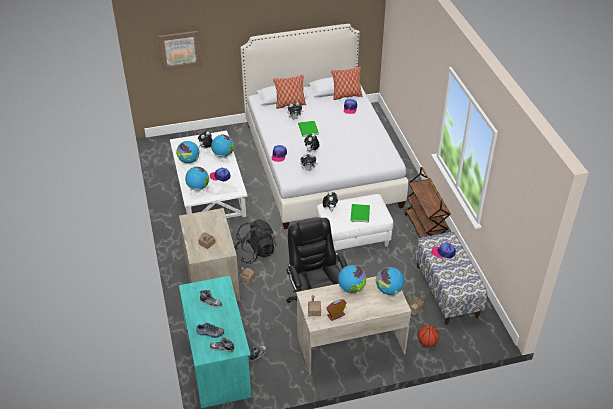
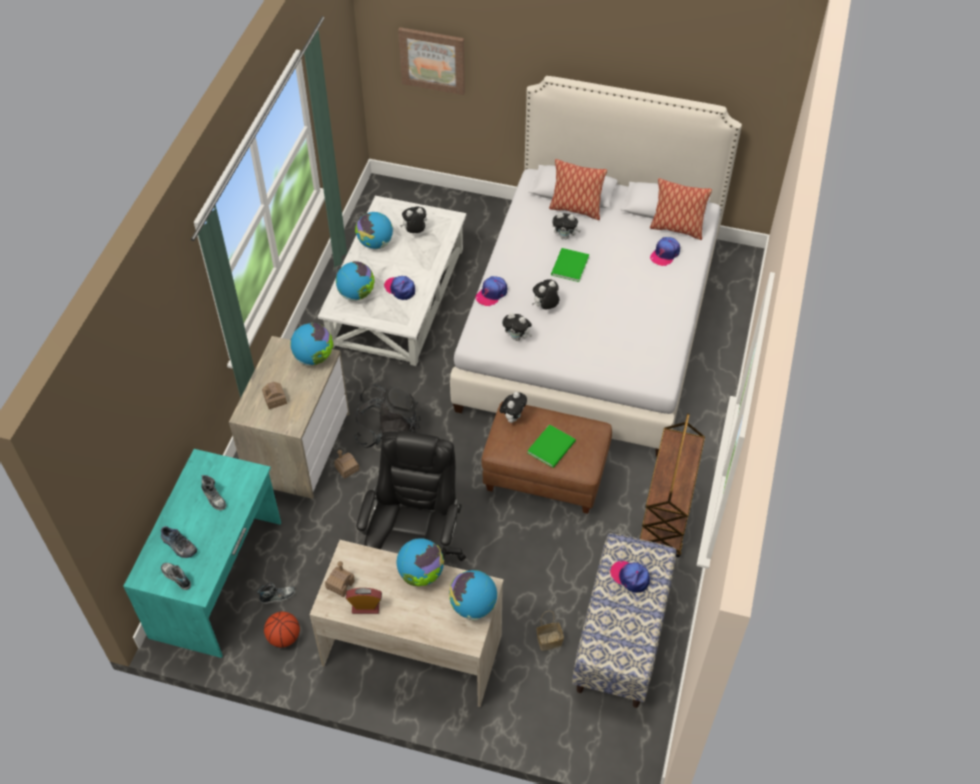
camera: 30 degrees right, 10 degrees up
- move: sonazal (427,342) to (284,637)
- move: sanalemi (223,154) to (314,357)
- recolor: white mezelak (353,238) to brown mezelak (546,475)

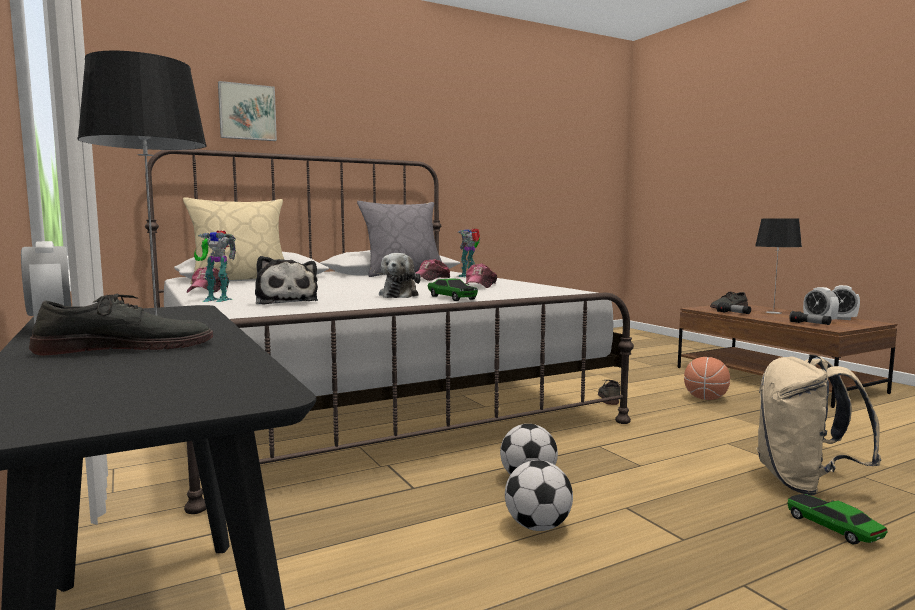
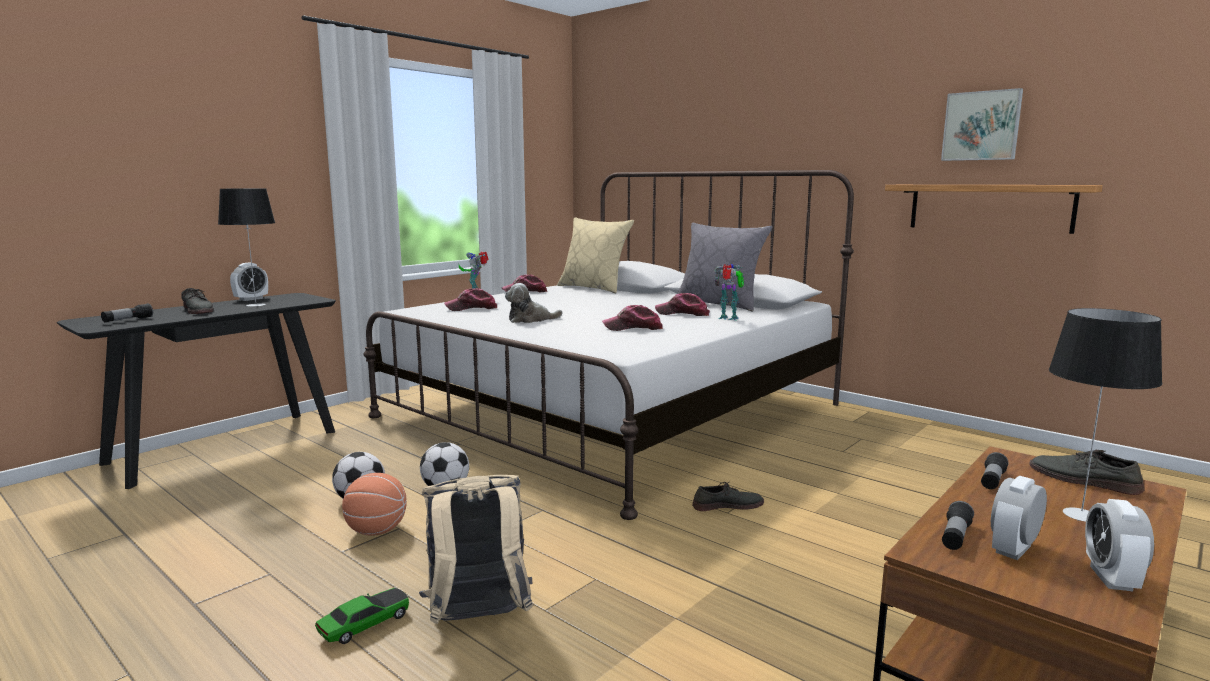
camera: 70 degrees right, 5 degrees up
- insert: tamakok (128,320)
- move: sonazal (705,398) to (377,531)
- replace: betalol (286,301) to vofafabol (471,308)
- insert: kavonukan (989,207)
- move: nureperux (247,112) to (981,126)
- delete: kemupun (451,298)

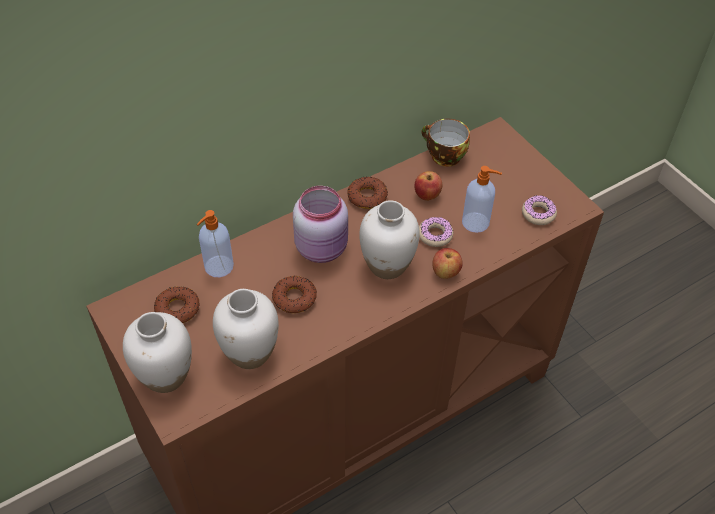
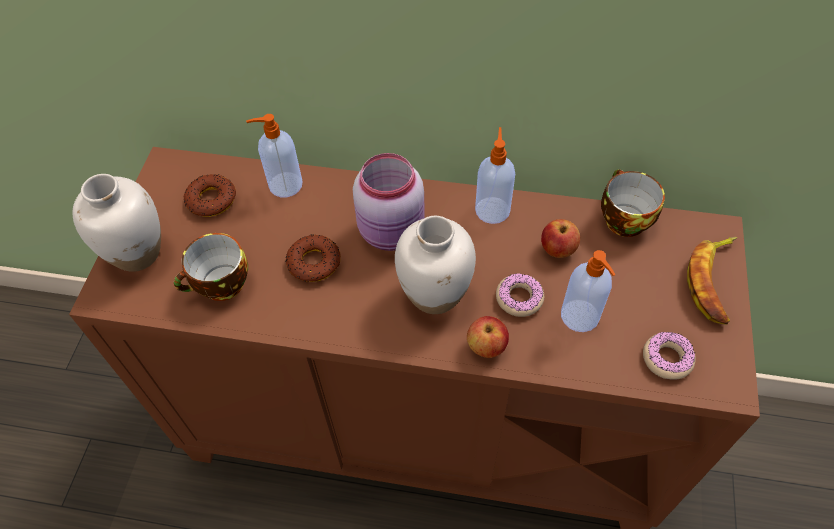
camera: 45 degrees right, 5 degrees up
- replace: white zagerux (250,353) to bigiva (221,286)
- replace: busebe (367,196) to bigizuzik (492,209)
- insert: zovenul (713,282)

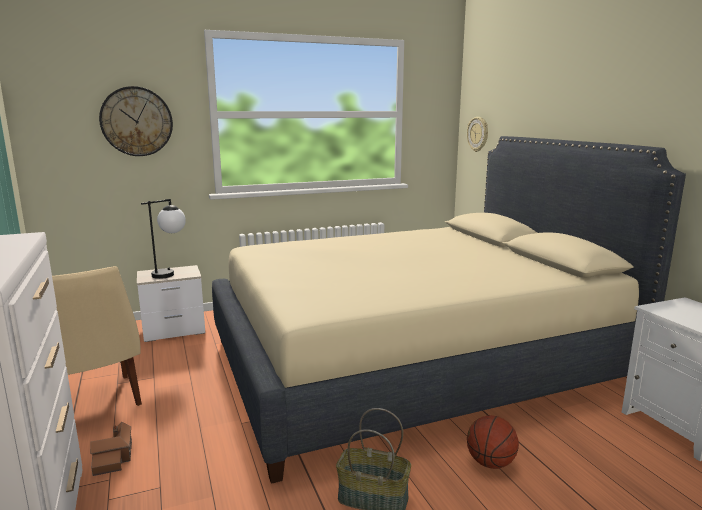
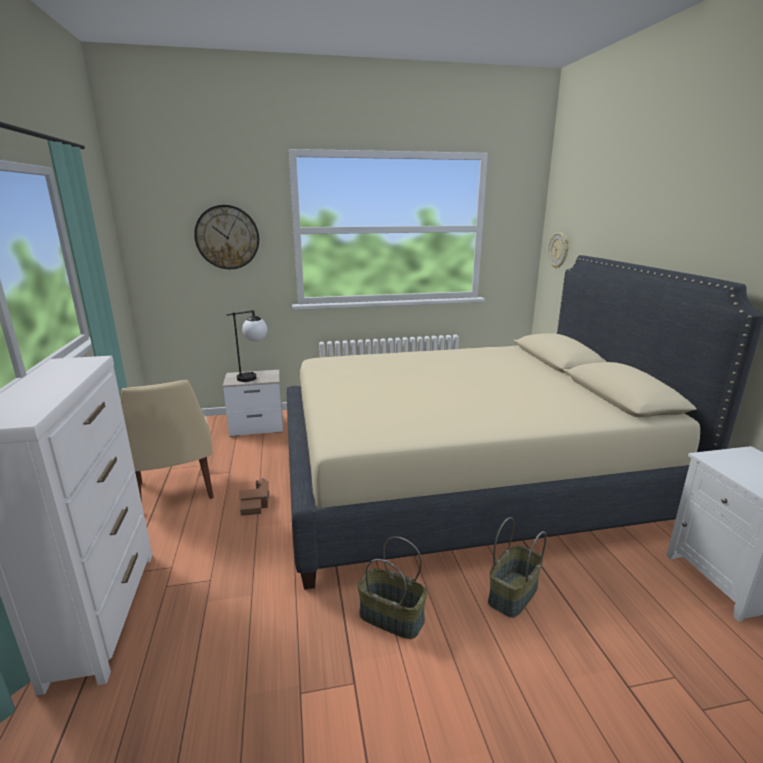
camera: 10 degrees right, 5 degrees up
- move: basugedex (114,458) to (256,504)
- replace: sonazal (490,463) to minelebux (513,595)

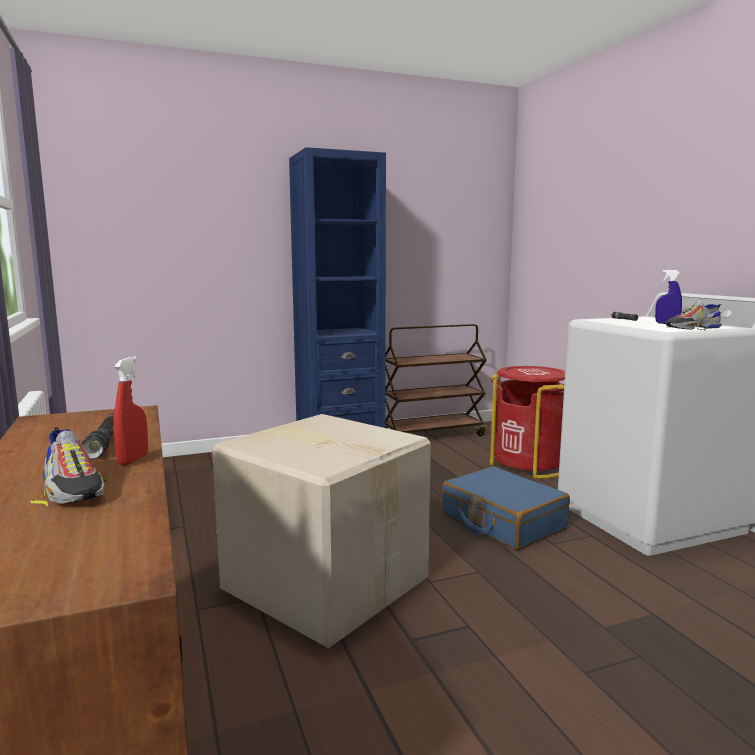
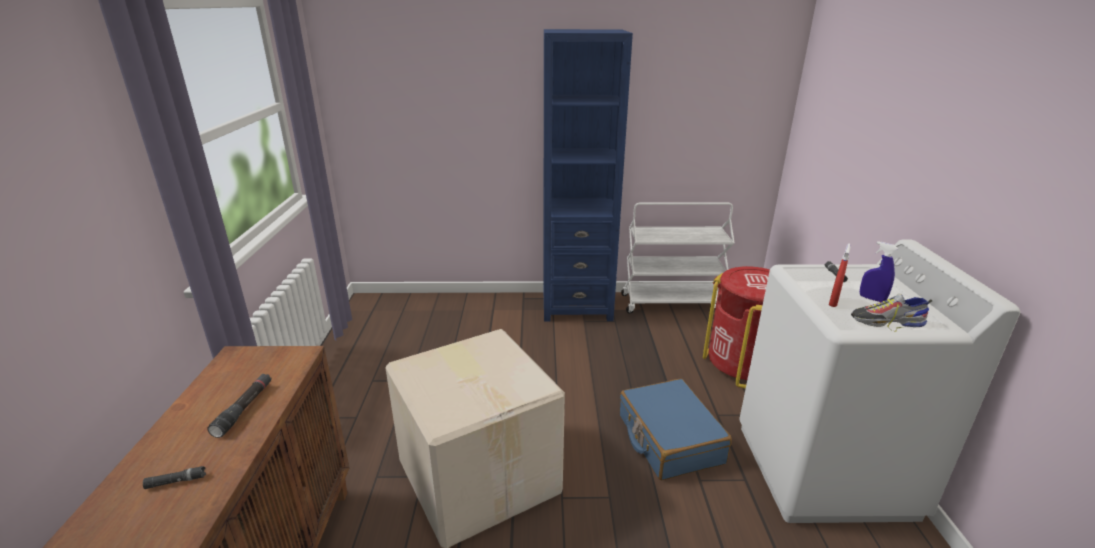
camera: 20 degrees right, 15 degrees up
- replace: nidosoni (72,487) to black tamakok (176,481)
- recolor: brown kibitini (432,435) to white kibitini (671,303)
- move: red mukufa (133,460) to (833,302)

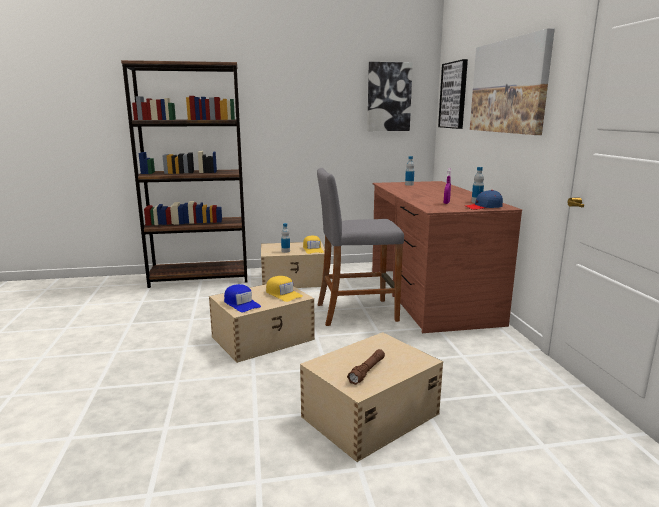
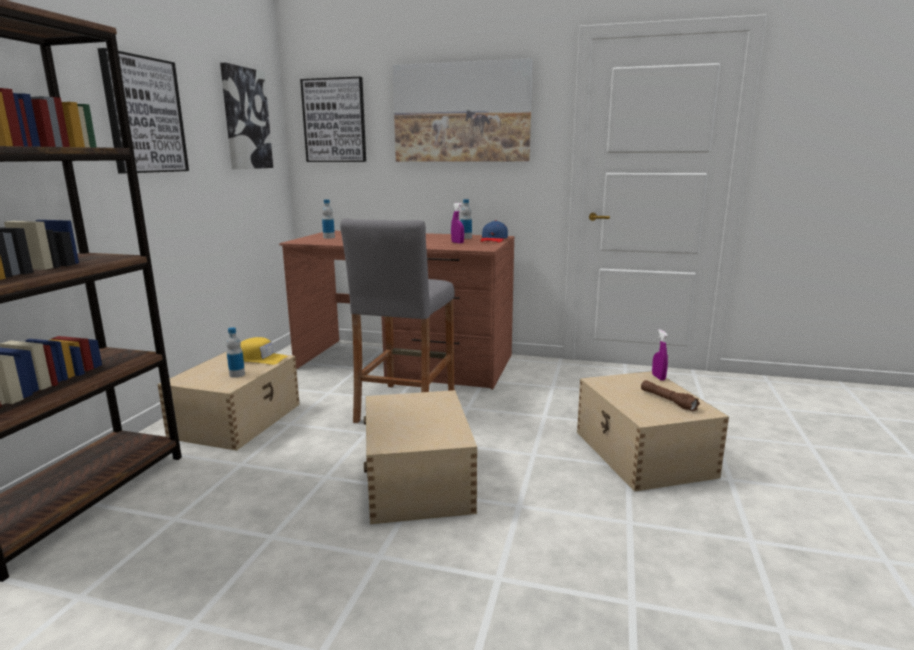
camera: 65 degrees left, 0 degrees up
- insert: nureperux (144,115)
- insert: purple mukufa (658,377)
- delete: blue vofafabol (241,304)
- delete: yellow vofafabol (283,294)

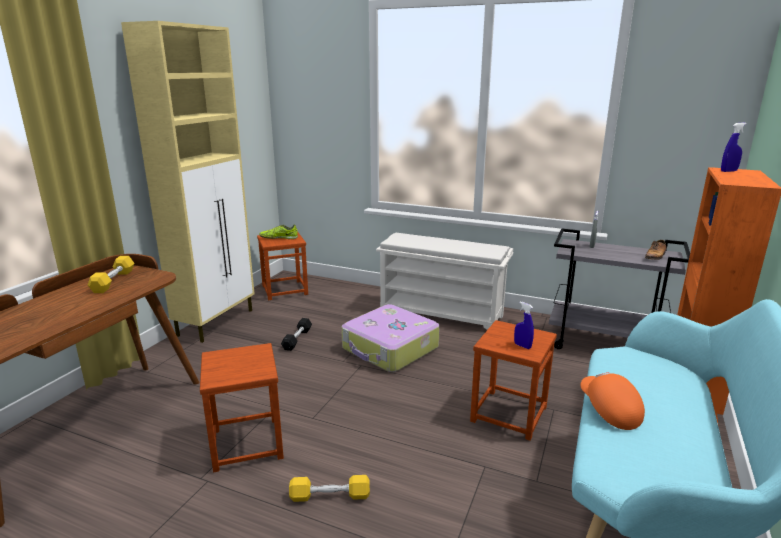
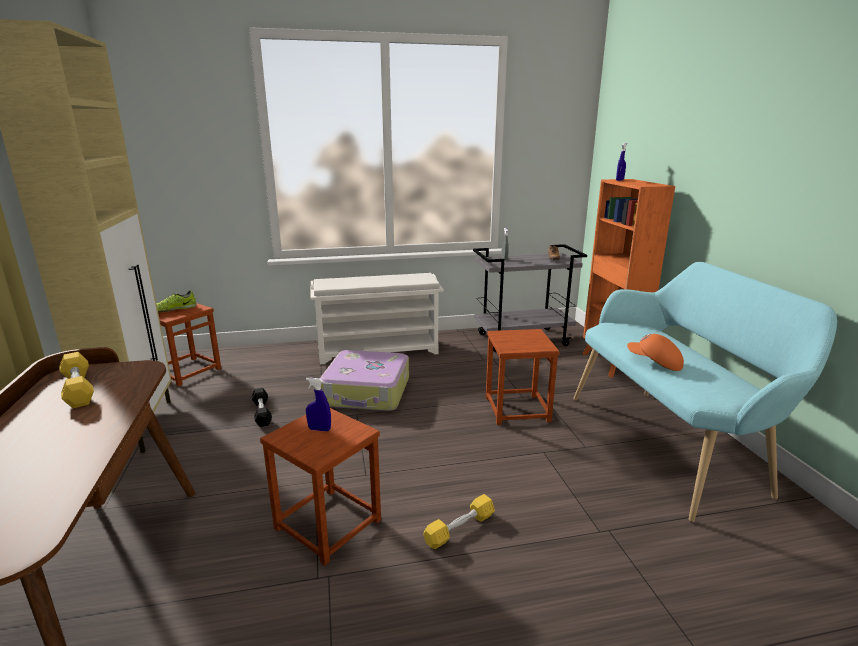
camera: 35 degrees left, 0 degrees up
- move: blue mukufa (522,346) to (319,429)

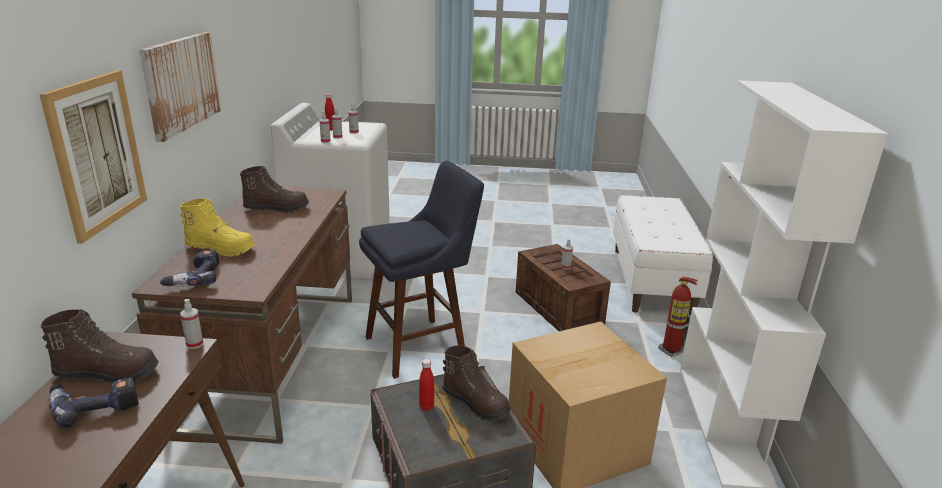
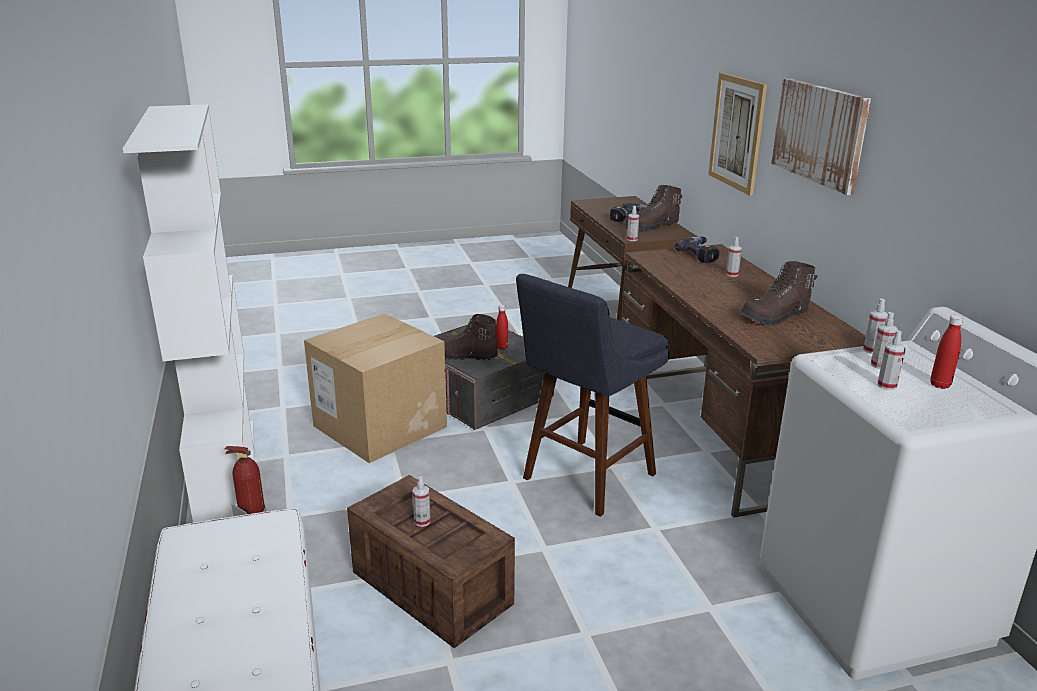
camera: 160 degrees right, 0 degrees up
- replace: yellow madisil (221,248) to mukufa (732,274)

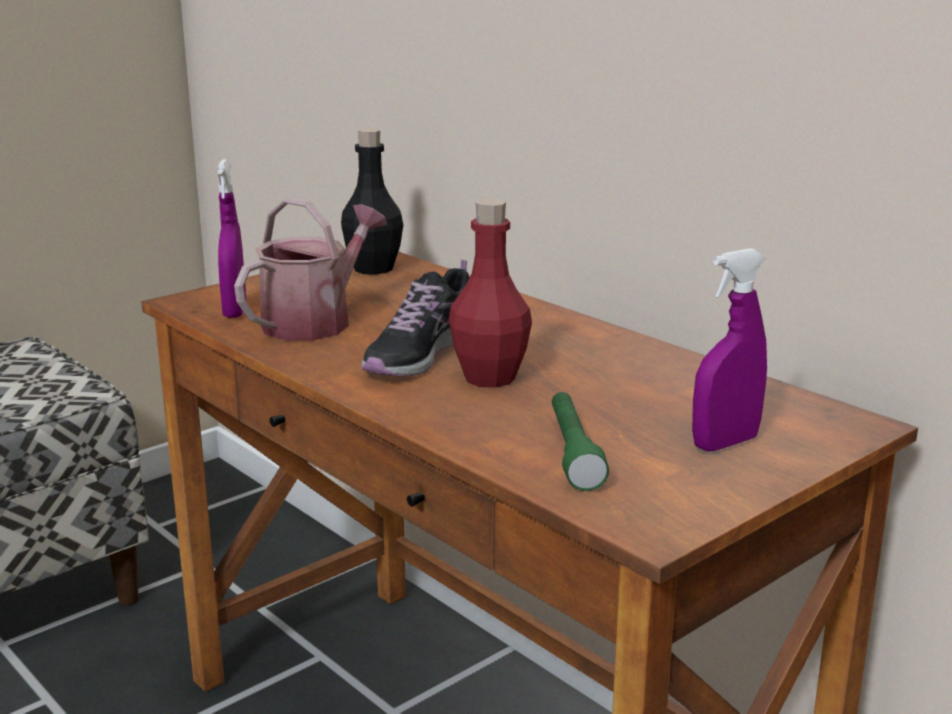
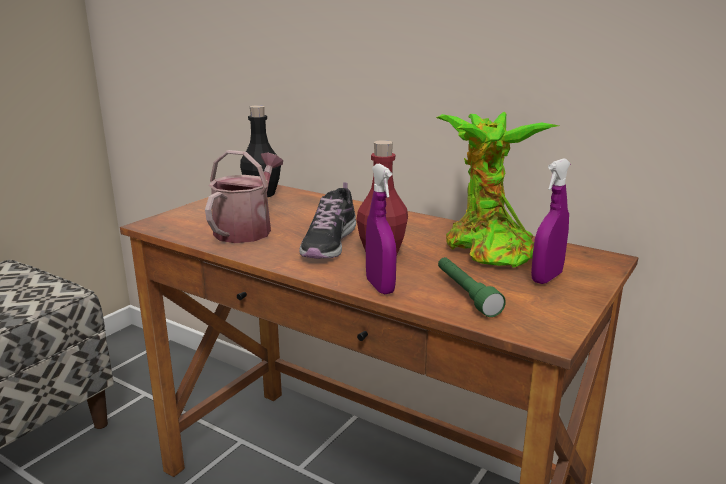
camera: 15 degrees left, 0 degrees up
- move: purple mukufa (235,311) to (380,286)
- insert: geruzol (485,249)

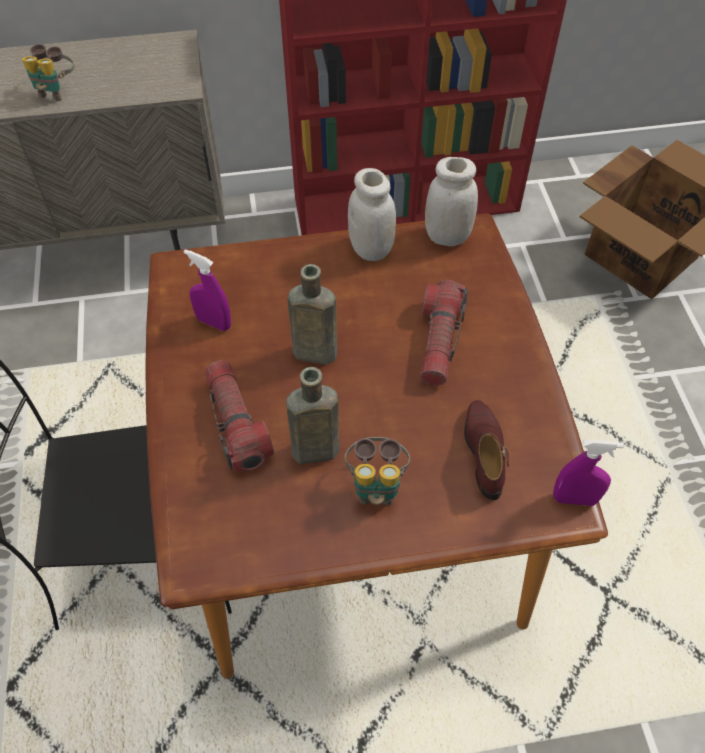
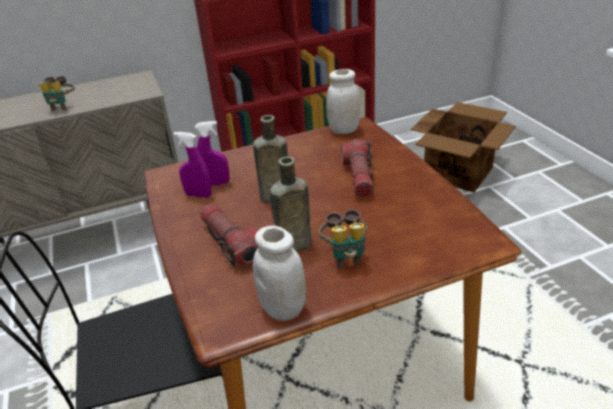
camera: 10 degrees left, 20 degrees down
- move: purple mukufa (574,499) to (216,184)
- move: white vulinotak (371,249) to (283,308)
- delete: brown nidosoni (484,452)

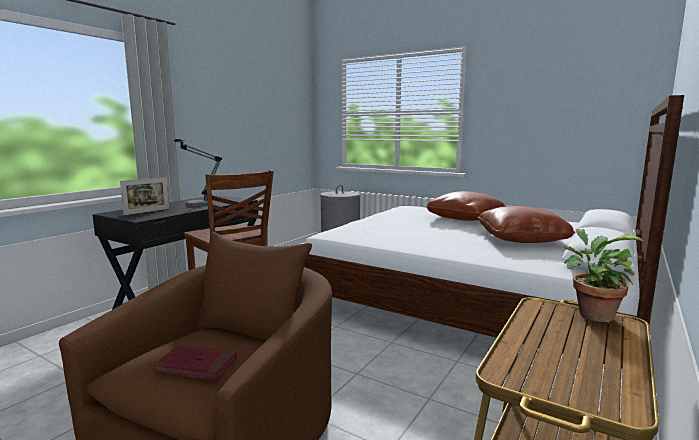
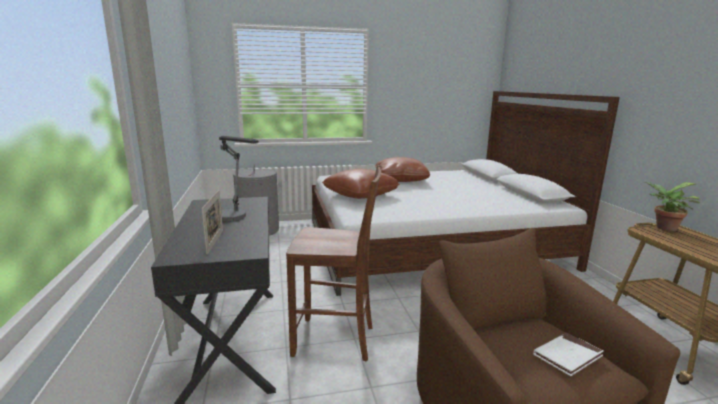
camera: 45 degrees left, 5 degrees up
- move: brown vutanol (521,239) to (360,195)
- recolor: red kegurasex (196,366) to white kegurasex (567,356)

